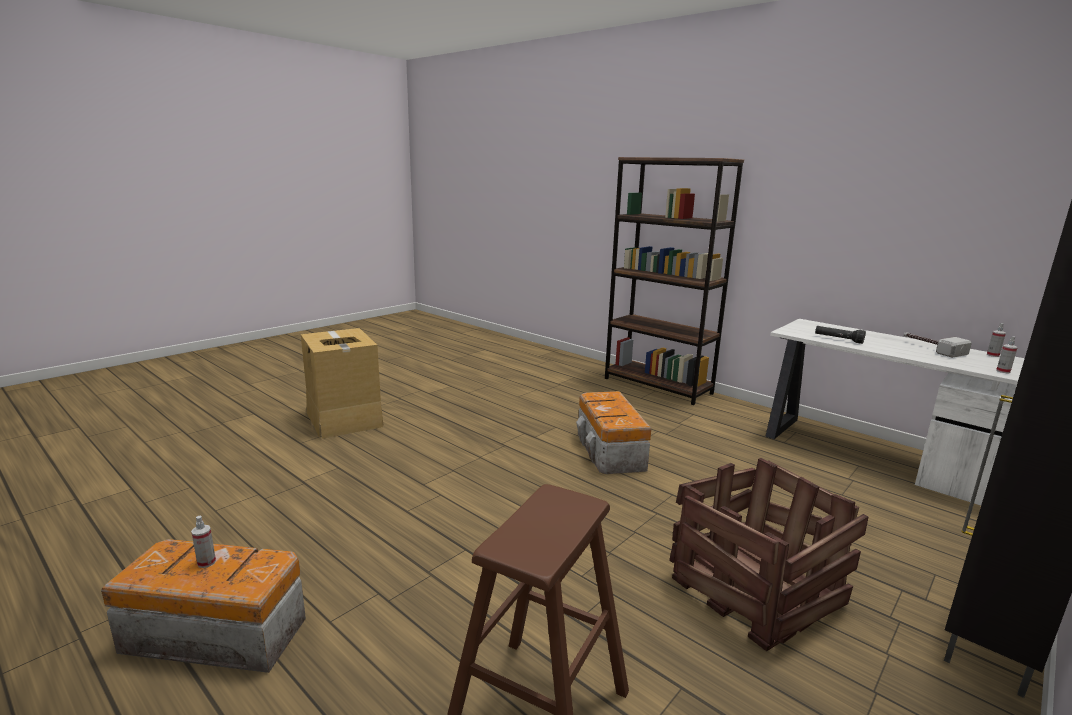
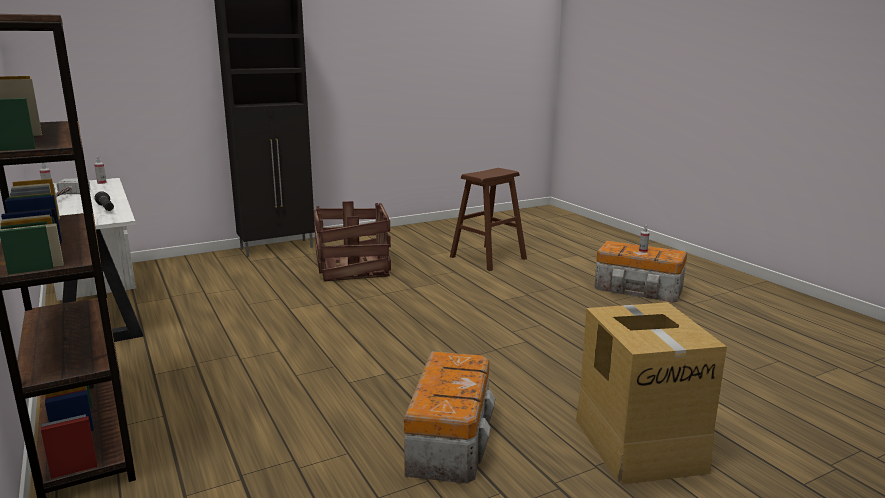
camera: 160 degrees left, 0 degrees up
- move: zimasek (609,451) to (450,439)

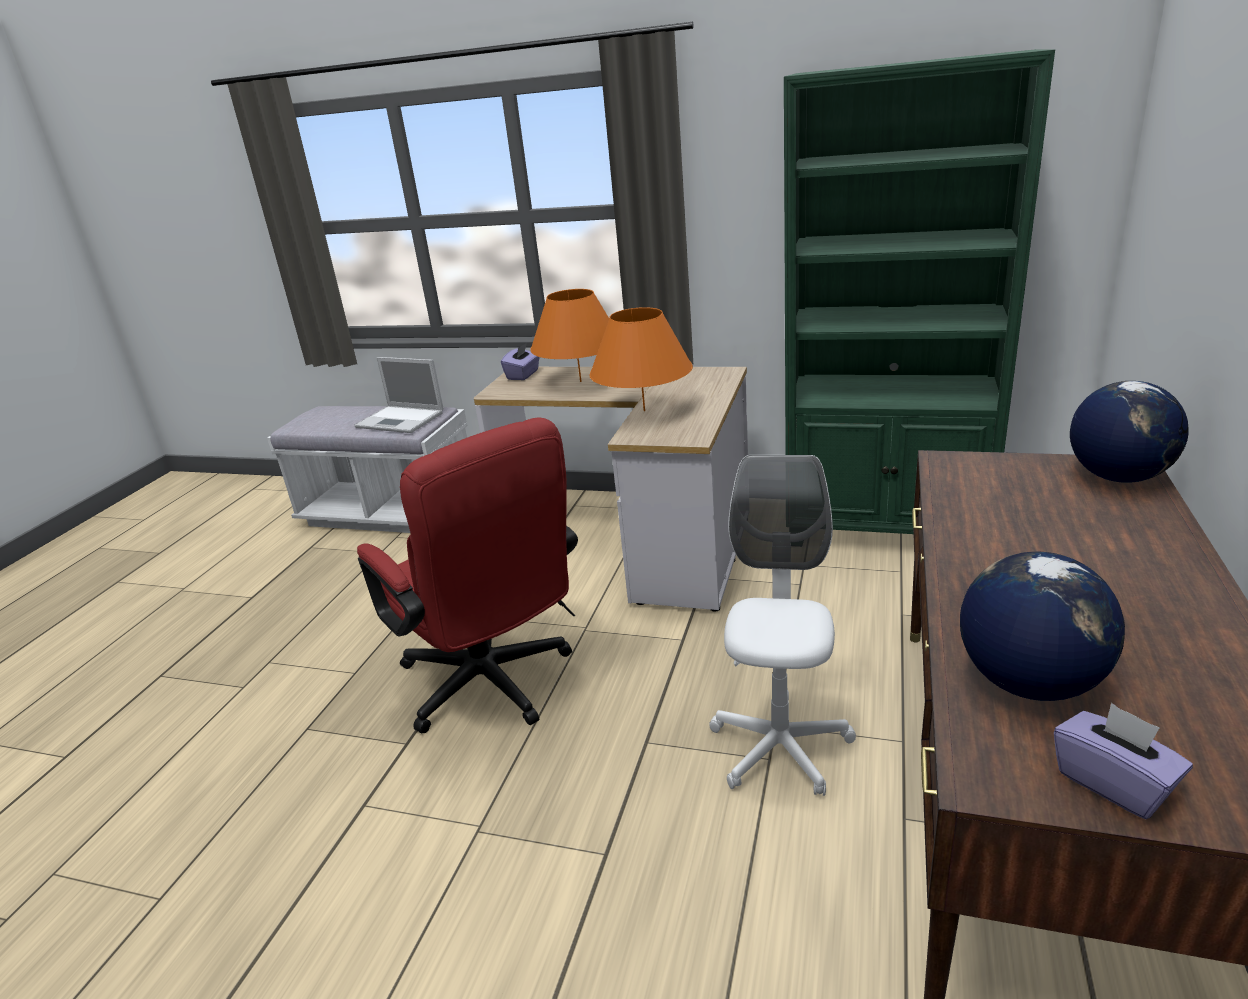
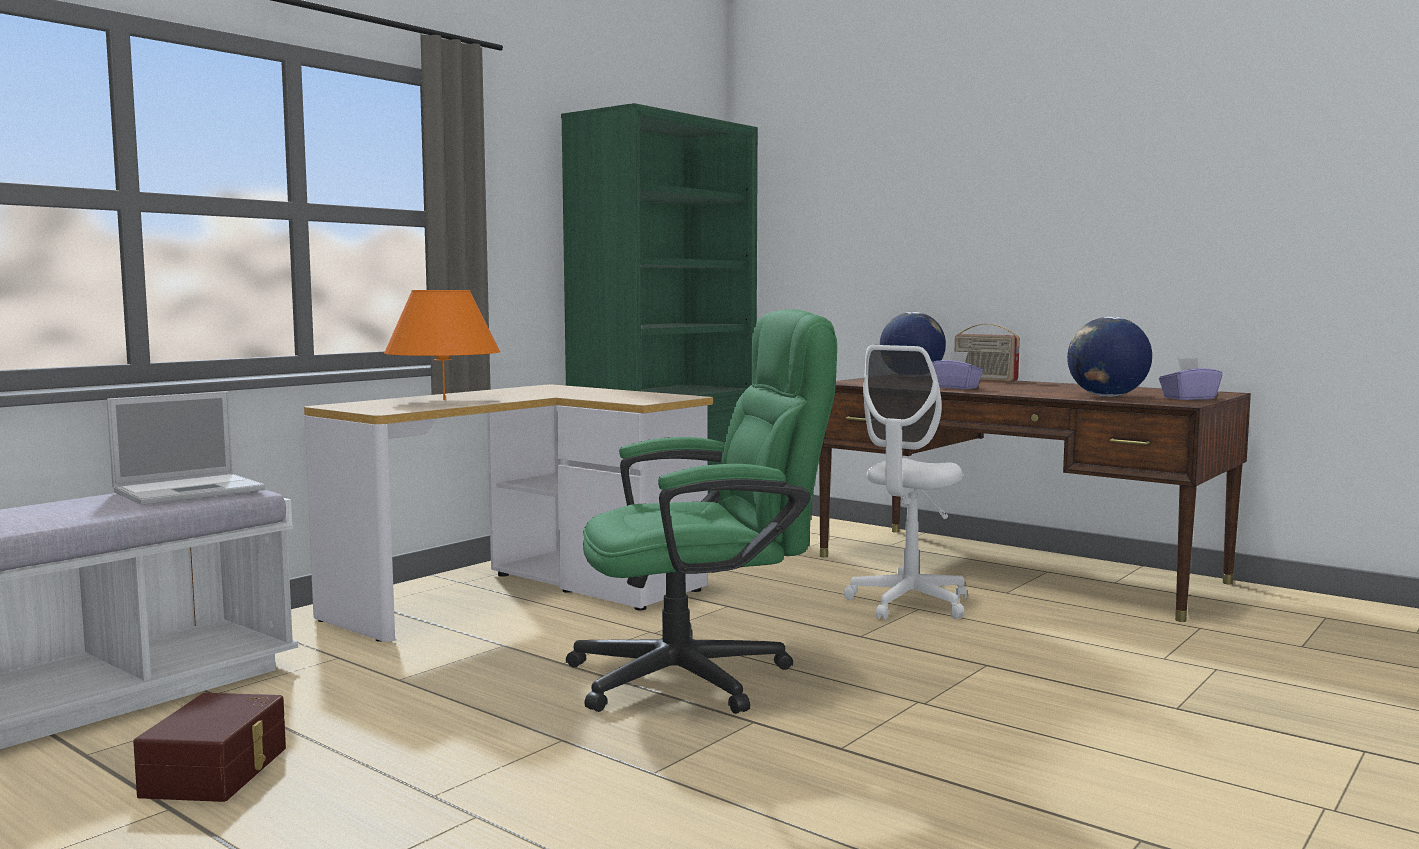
camera: 70 degrees left, 20 degrees down
- insert: brown zimasek (218,771)
- recolor: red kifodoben (494,687) to green kifodoben (702,676)
- rotate: white kifodoben (780,748) = (909,604) 90 degrees counterclockwise
- move: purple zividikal (523,375) to (955,387)
- insert: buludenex (984,379)
- delete: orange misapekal (644,411)

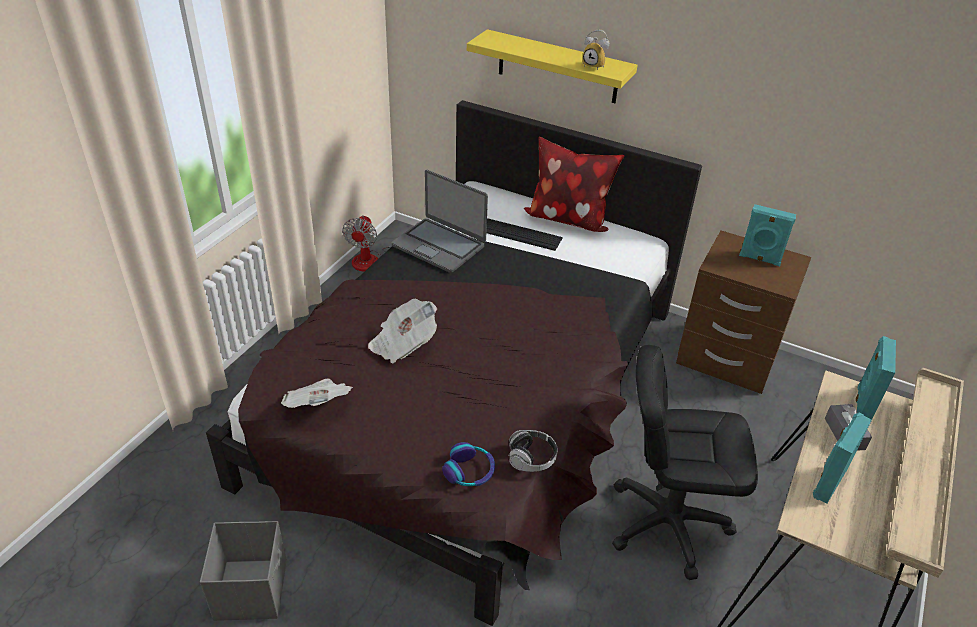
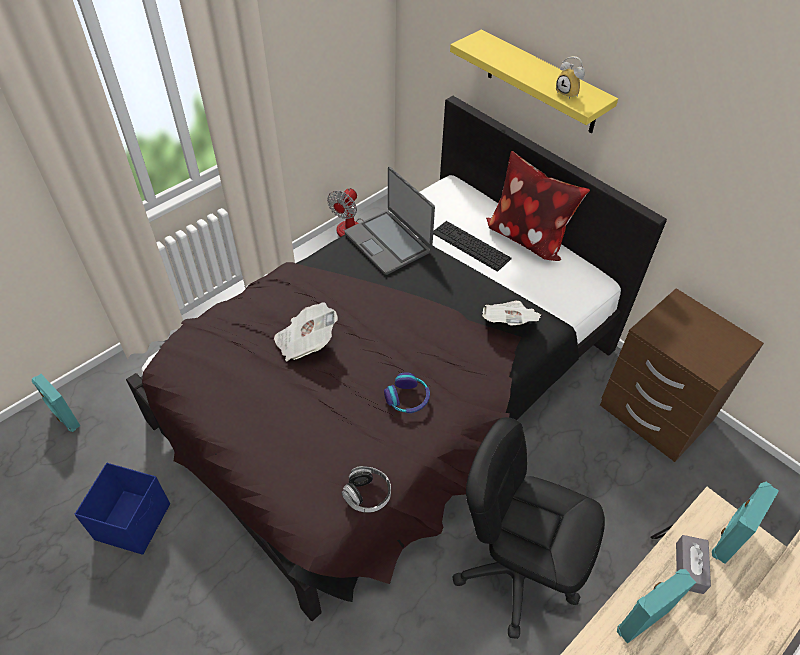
camera: 20 degrees right, 10 degrees up
- move: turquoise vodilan (759,259) to (65,418)
- recolor: grey zimasek (252,589) to blue zimasek (134,521)
- move: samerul (469,471) to (408,398)
- move: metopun (319,406) to (509,323)

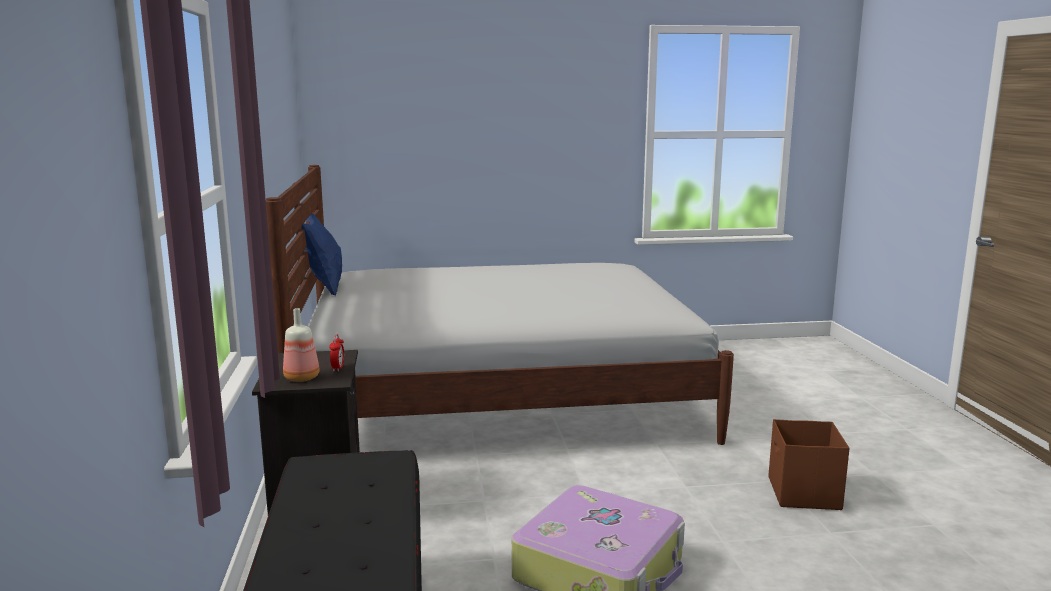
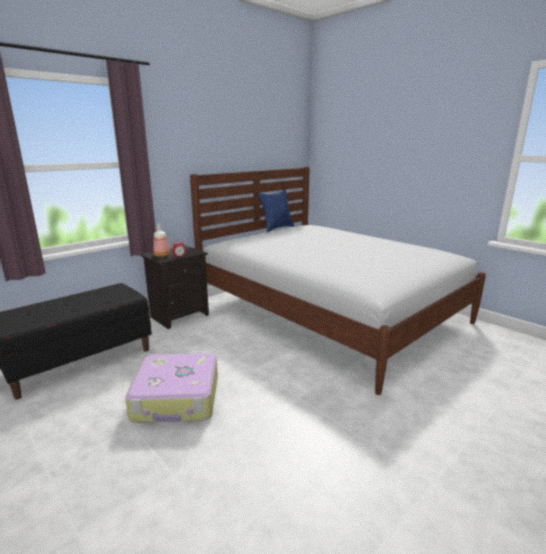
camera: 55 degrees right, 5 degrees up
- delete: brown zimasek (803,494)

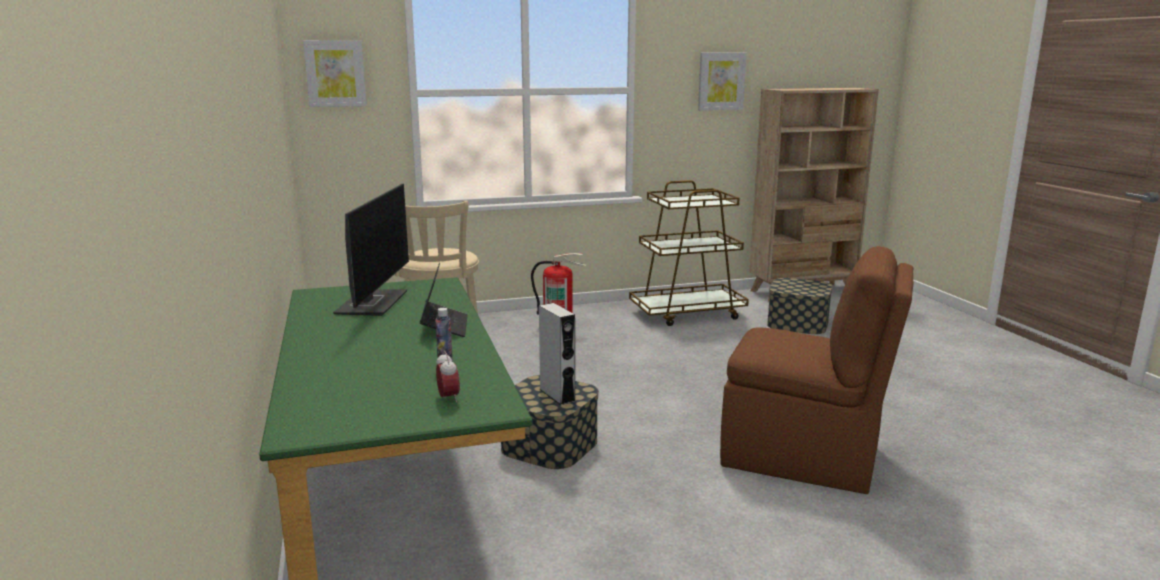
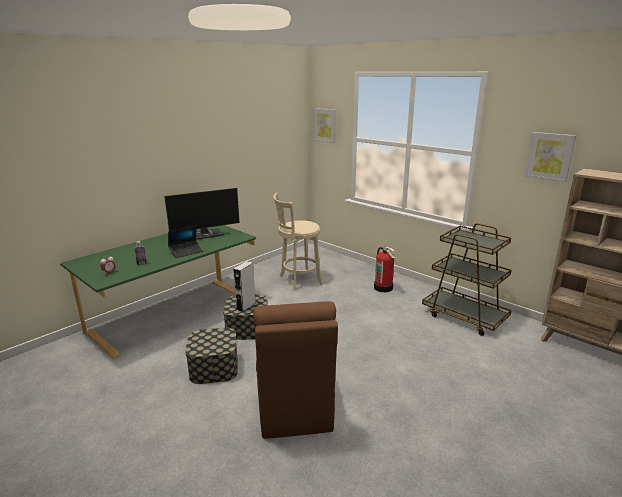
camera: 60 degrees right, 5 degrees up
- move: zimasek (798,323) to (214,367)

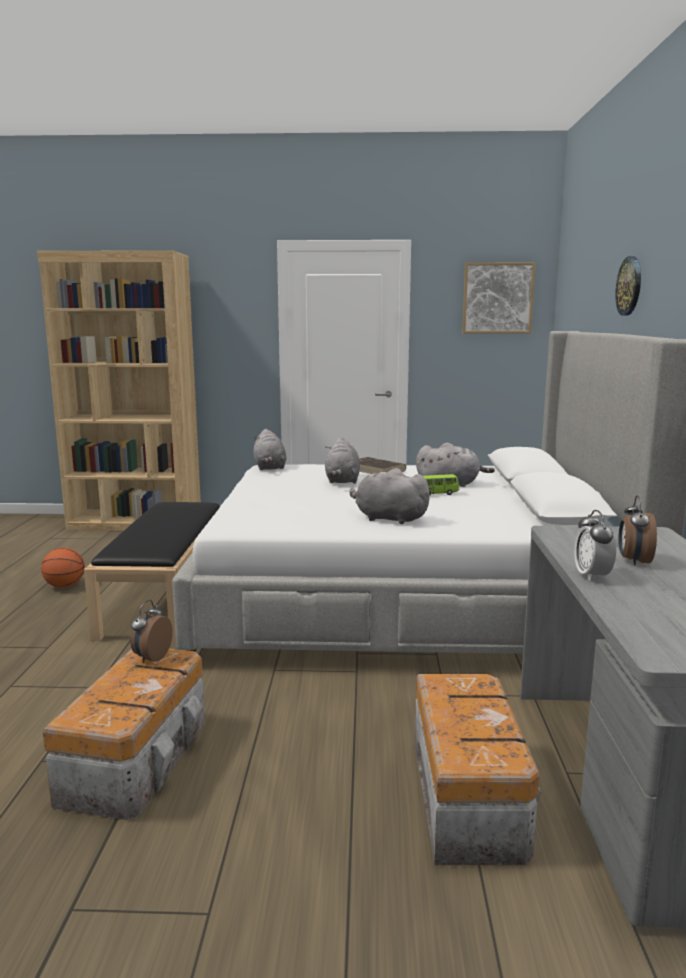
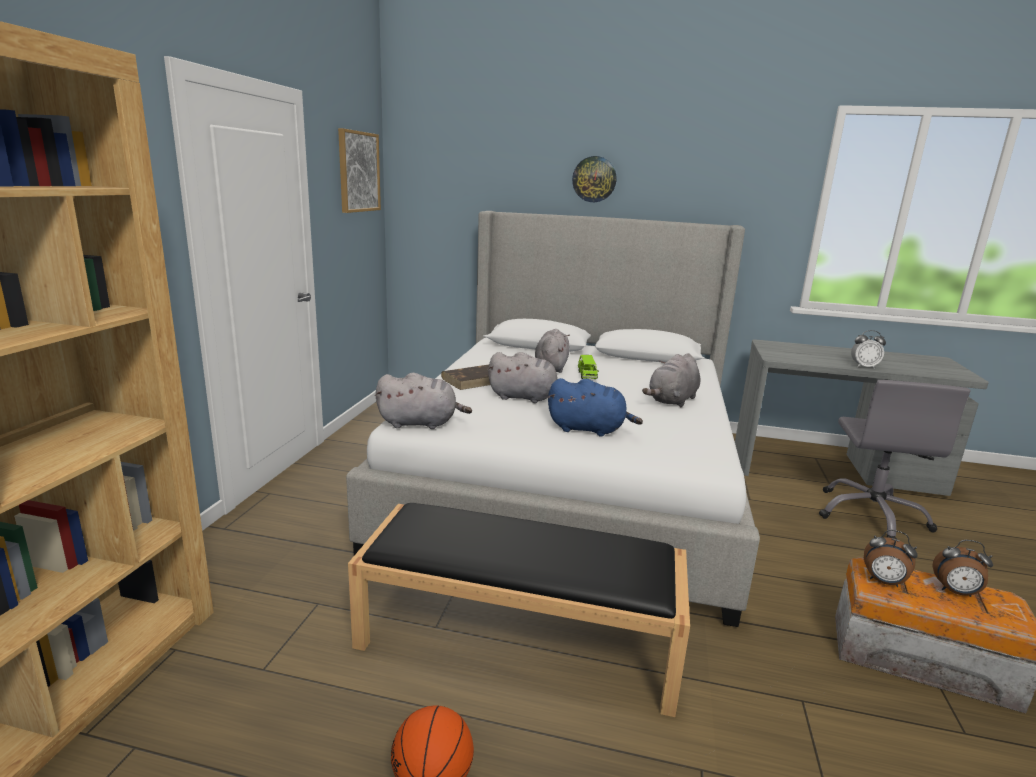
camera: 80 degrees left, 5 degrees up
- insert: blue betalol (589,429)
- replace: zimasek (467,796) to grey kifodoben (871,516)
- move: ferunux (633,561) to (955,592)

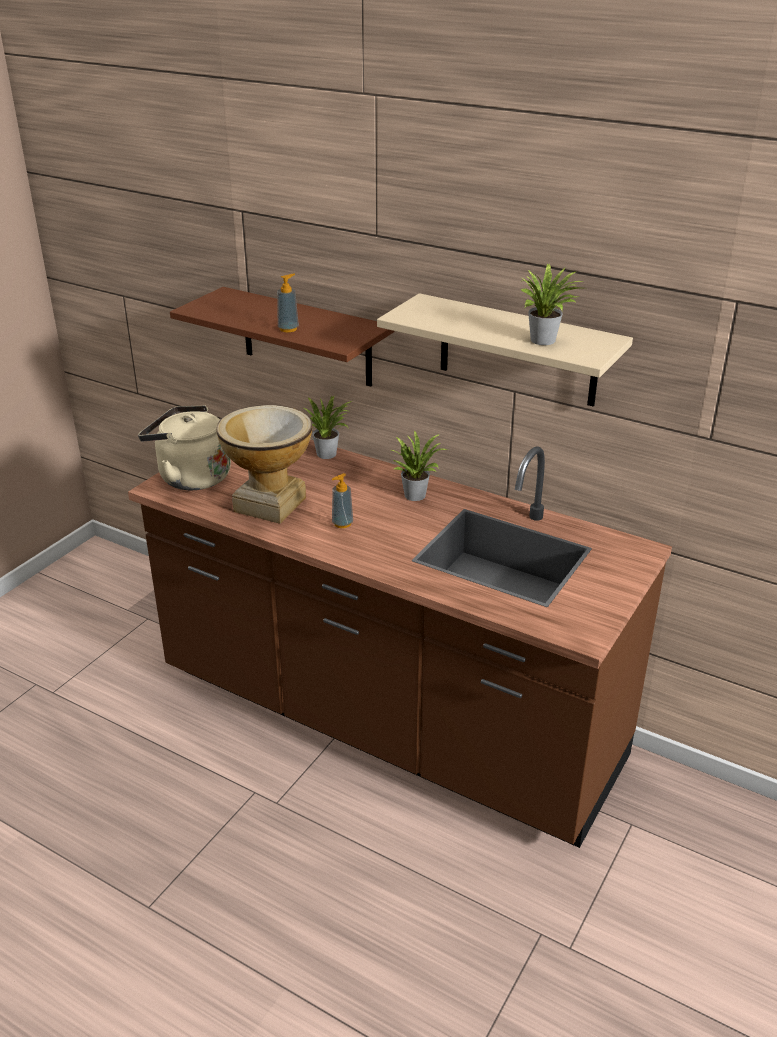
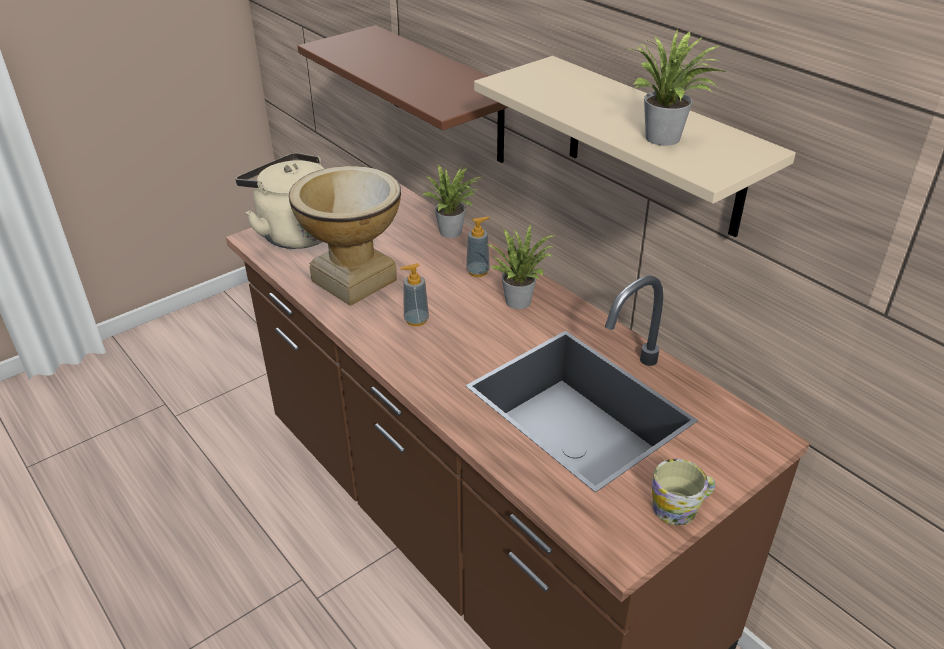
camera: 20 degrees right, 5 degrees up
- move: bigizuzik (288,329) to (478,271)
- insert: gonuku (680,507)

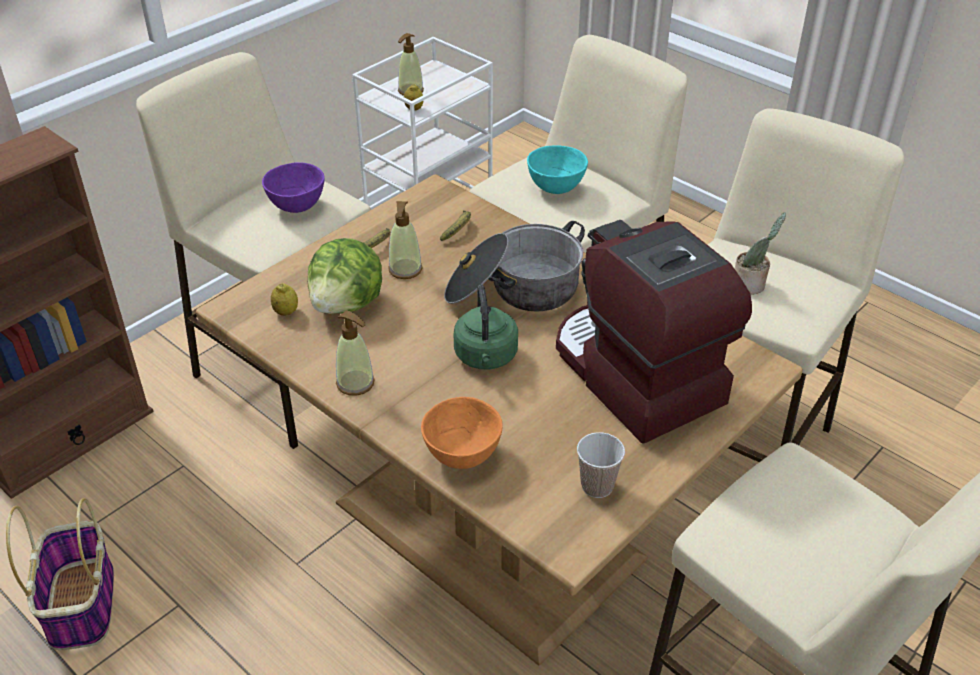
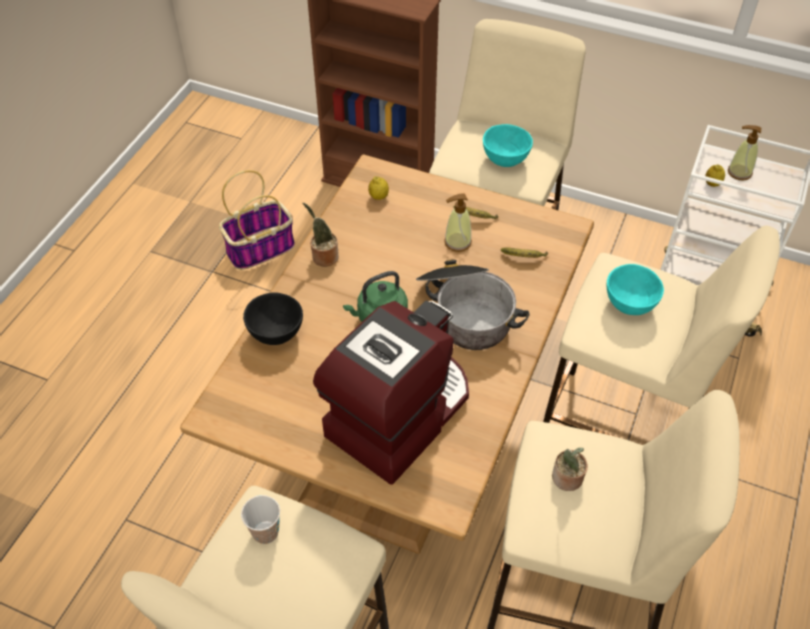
camera: 70 degrees right, 10 degrees up
- move: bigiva (597,486) to (265,532)
- recolor: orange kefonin (461,455) to black kefonin (275,333)
- replace: bigizuzik (355,383) to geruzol (323,256)
- recolor: purple kefonin (296,206) to turquoise kefonin (504,159)
- delete: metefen (347,304)

